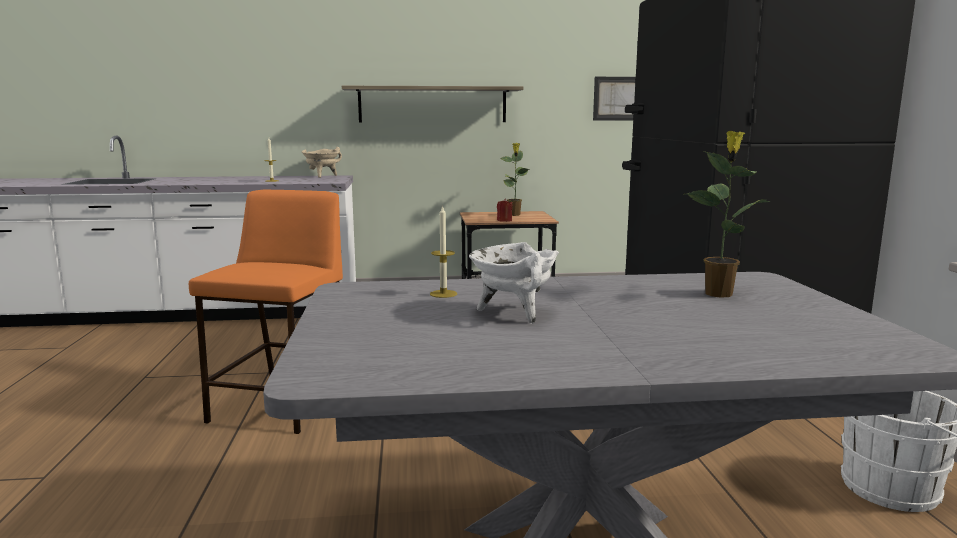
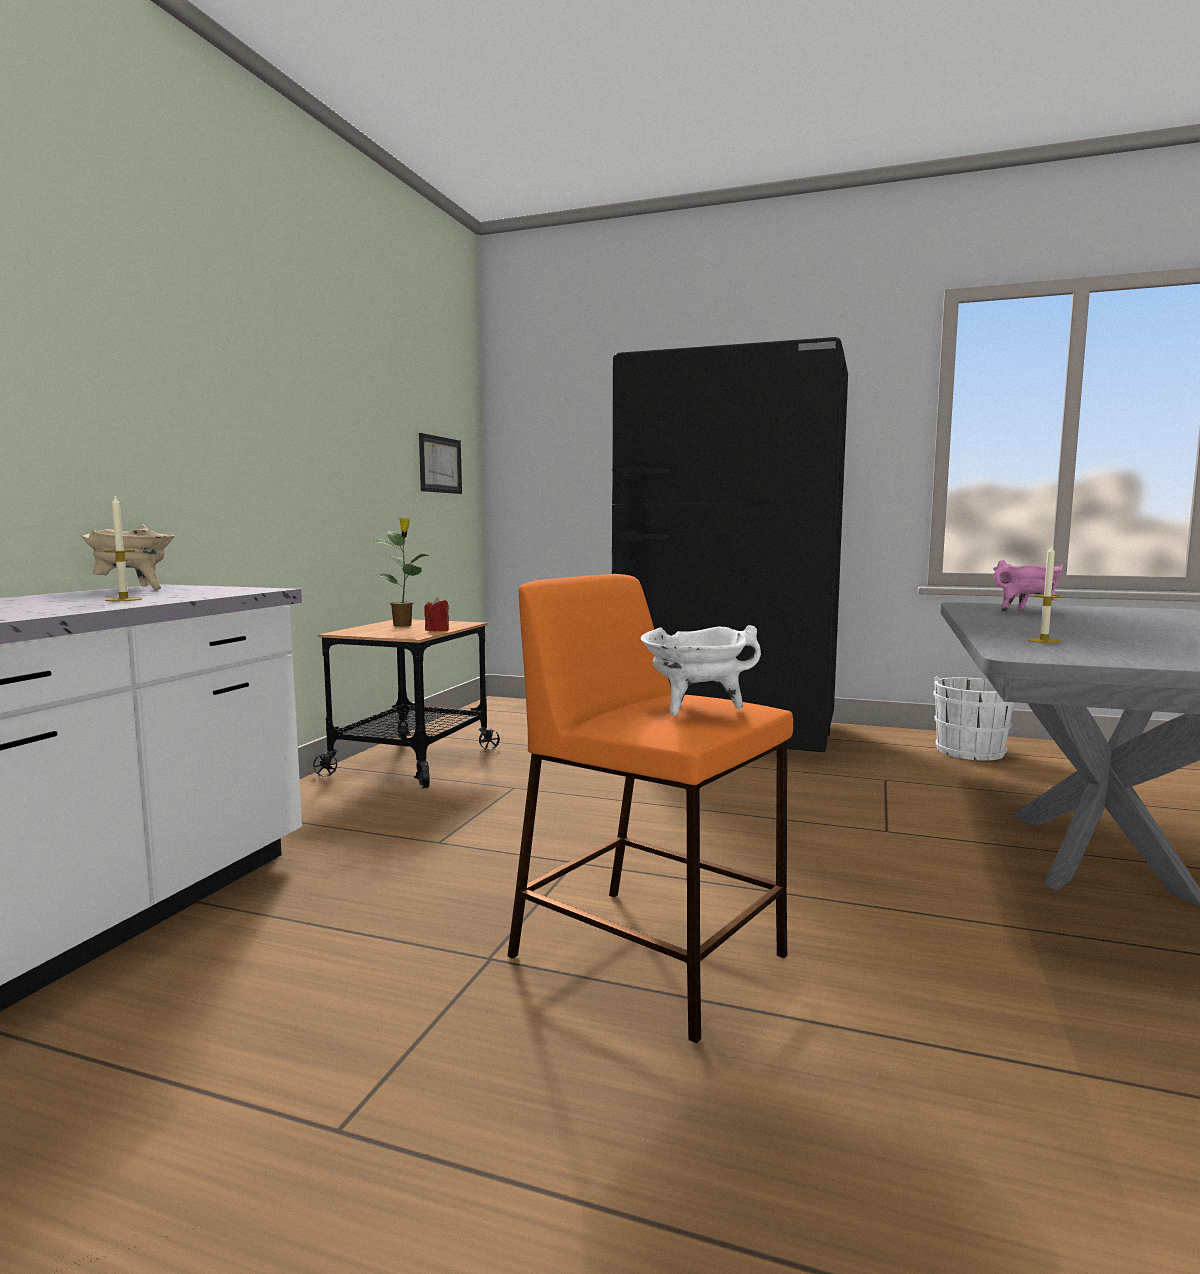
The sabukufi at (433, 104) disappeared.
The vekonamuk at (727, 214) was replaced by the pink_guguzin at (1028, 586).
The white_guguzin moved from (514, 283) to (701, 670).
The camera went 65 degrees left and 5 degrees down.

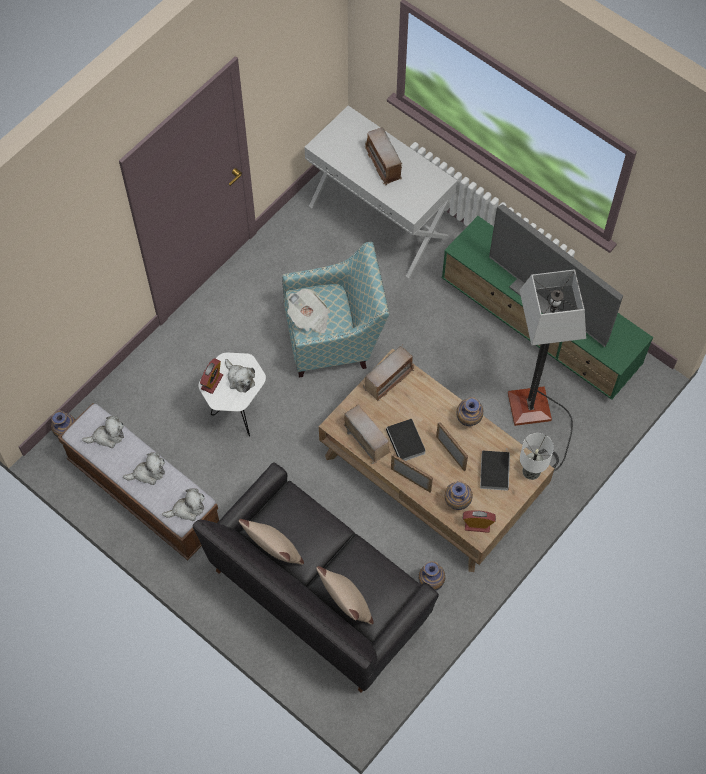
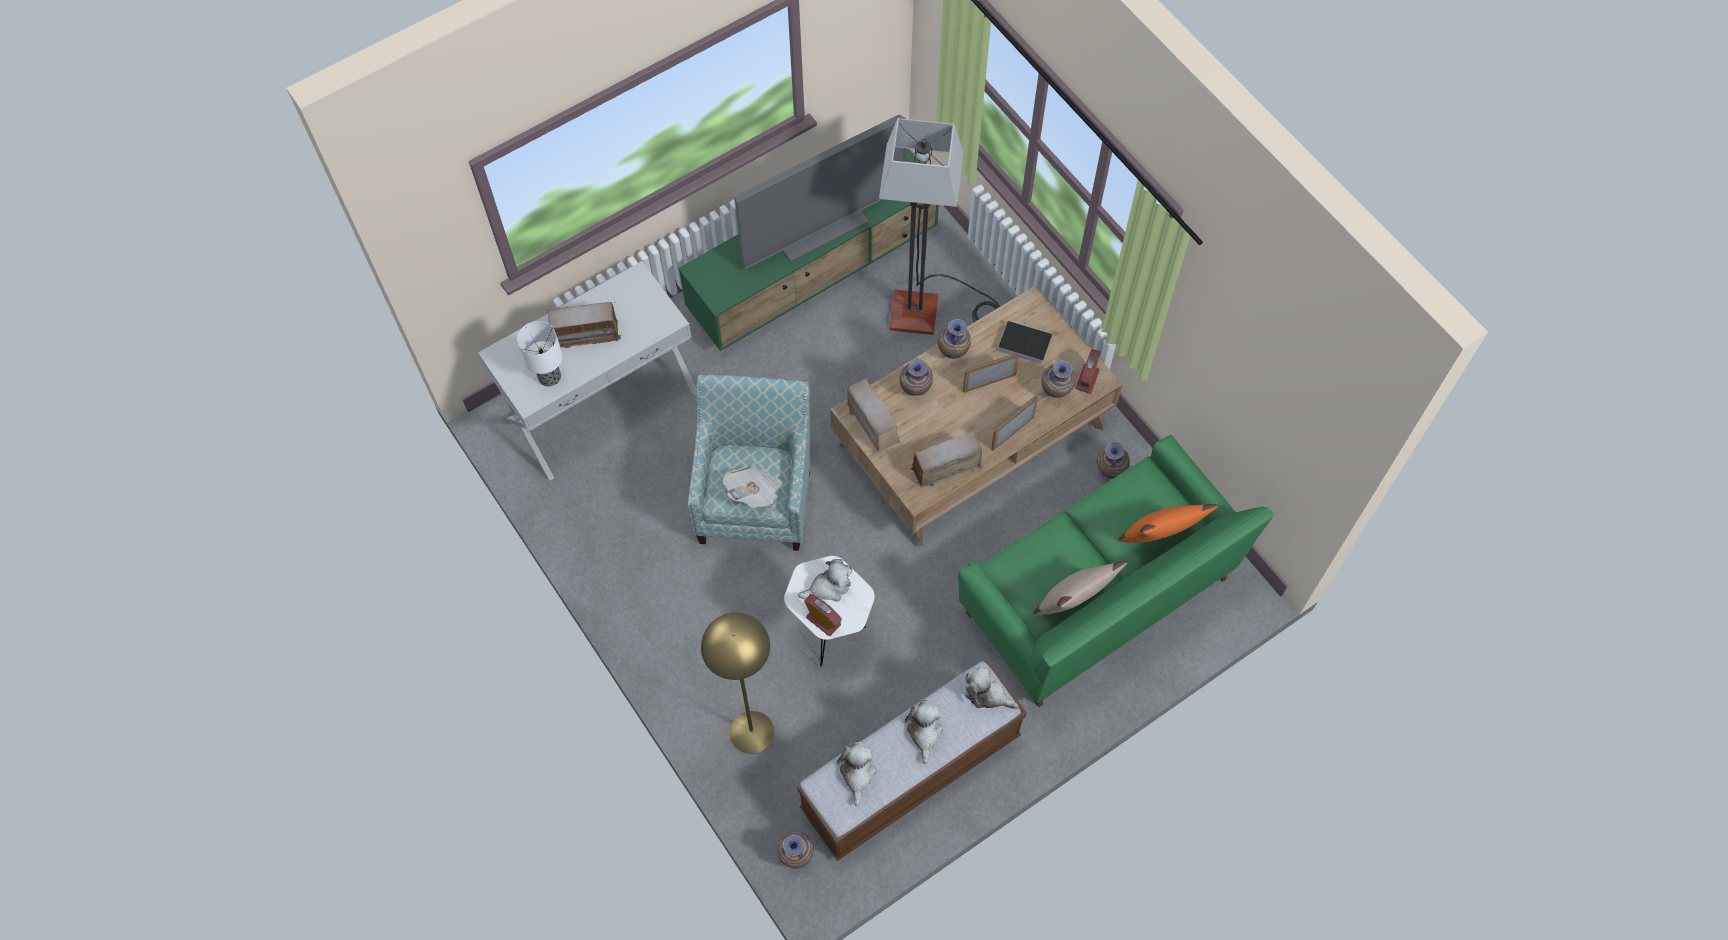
The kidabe at (406, 440) disappeared.
The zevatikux moved from (537, 456) to (539, 354).
The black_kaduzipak at (316, 577) became the green_kaduzipak at (1116, 571).
The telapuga at (183, 504) turned 60 degrees counterclockwise.
The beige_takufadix at (345, 595) became the orange_takufadix at (1168, 523).
The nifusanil at (916, 377) appeared.
The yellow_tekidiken at (737, 683) appeared.
The camera went 75 degrees left and 0 degrees up.

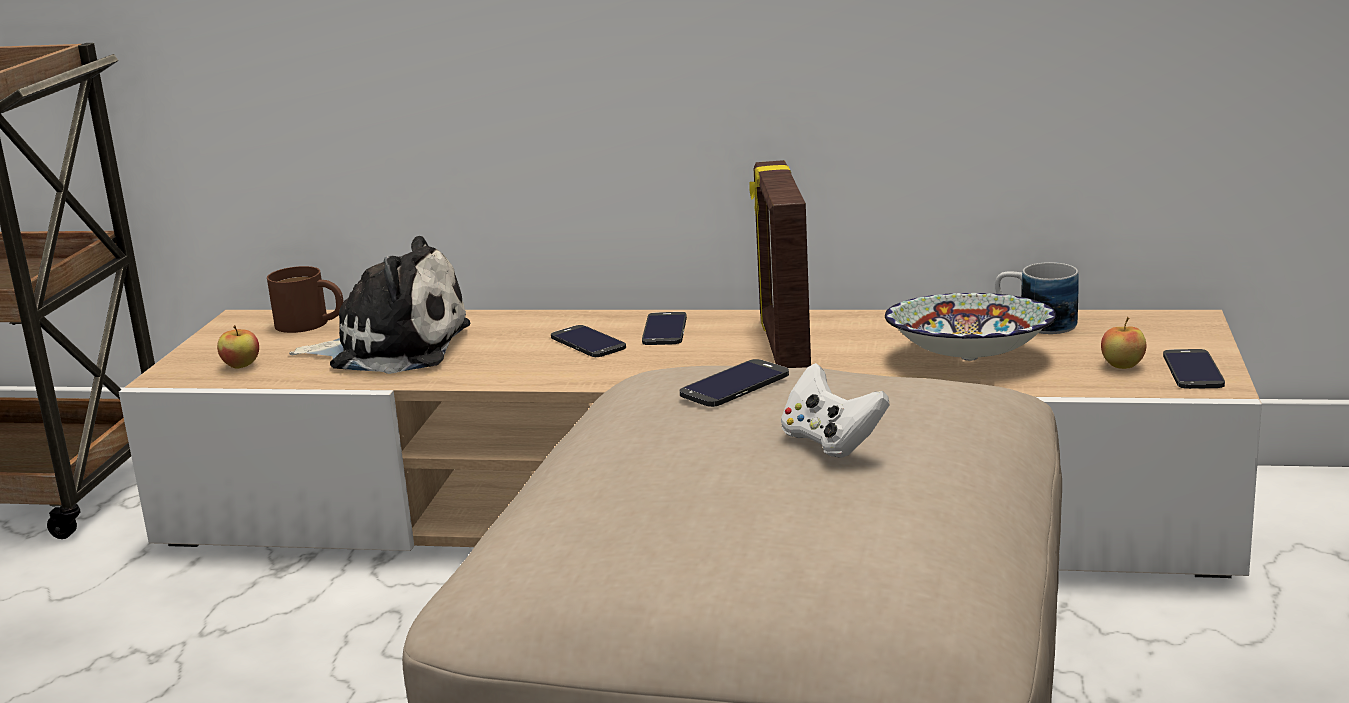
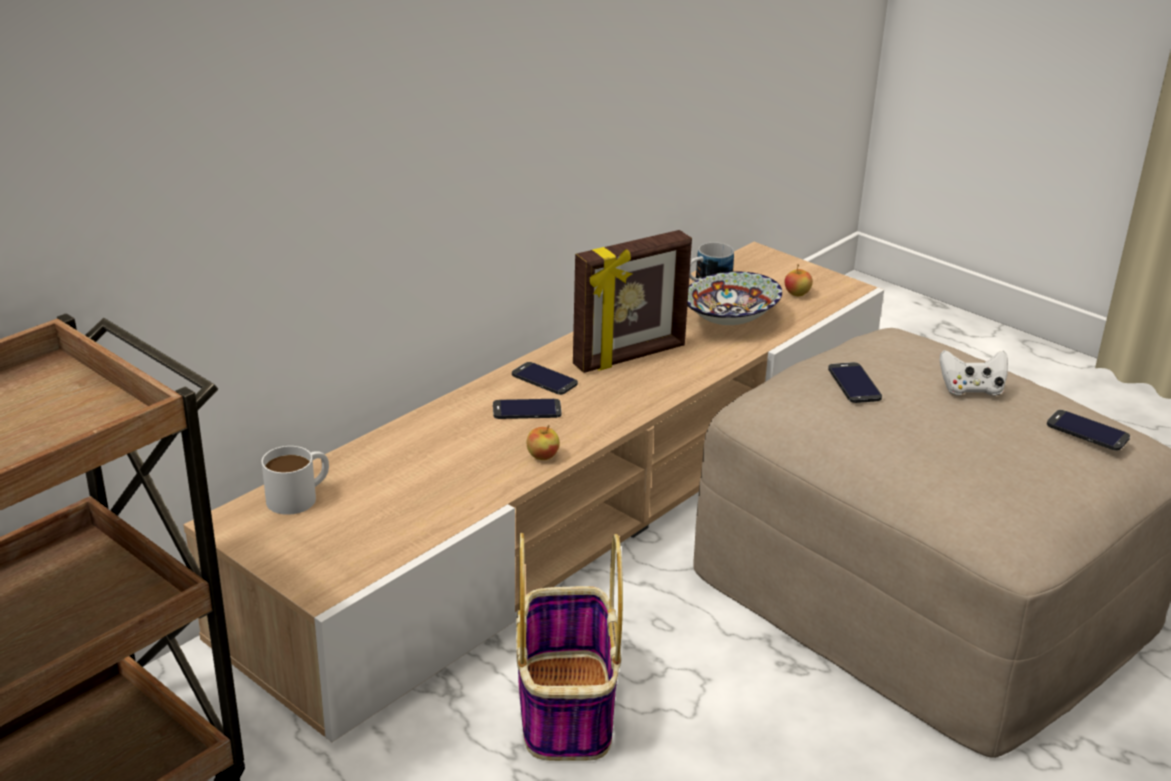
The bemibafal at (780, 264) turned 60 degrees counterclockwise.
The telapuga at (379, 305) disappeared.
The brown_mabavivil at (305, 299) became the white_mabavivil at (295, 480).
The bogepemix moved from (238, 347) to (543, 442).
The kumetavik moved from (1194, 369) to (1088, 430).
The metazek at (569, 647) appeared.
The camera went 60 degrees left and 10 degrees up.

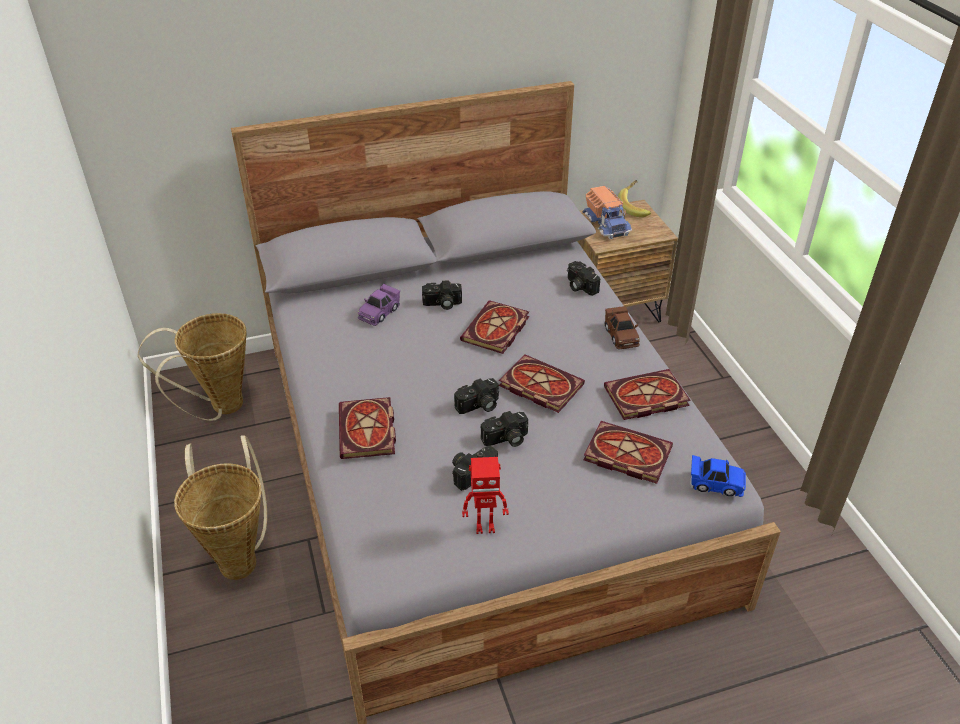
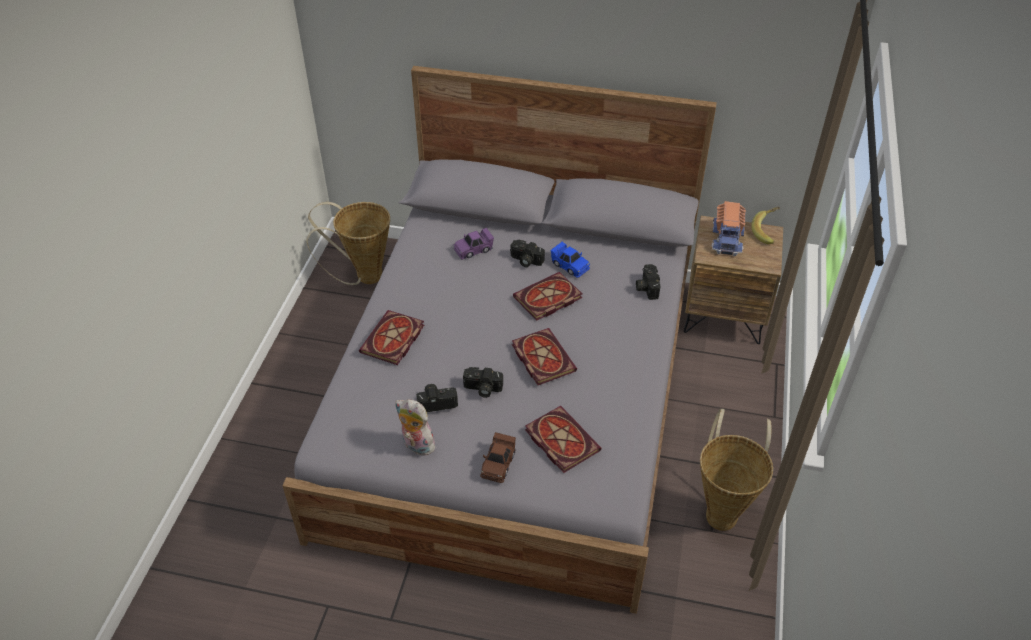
The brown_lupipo moved from (622, 327) to (498, 457).
The kidabe at (647, 394) disappeared.
The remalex at (476, 396) disappeared.
The metazek moved from (220, 507) to (736, 470).
The blue_lupipo moved from (718, 476) to (570, 260).
The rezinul at (485, 495) was replaced by the telapuga at (415, 427).
The camera went 30 degrees right and 5 degrees up.

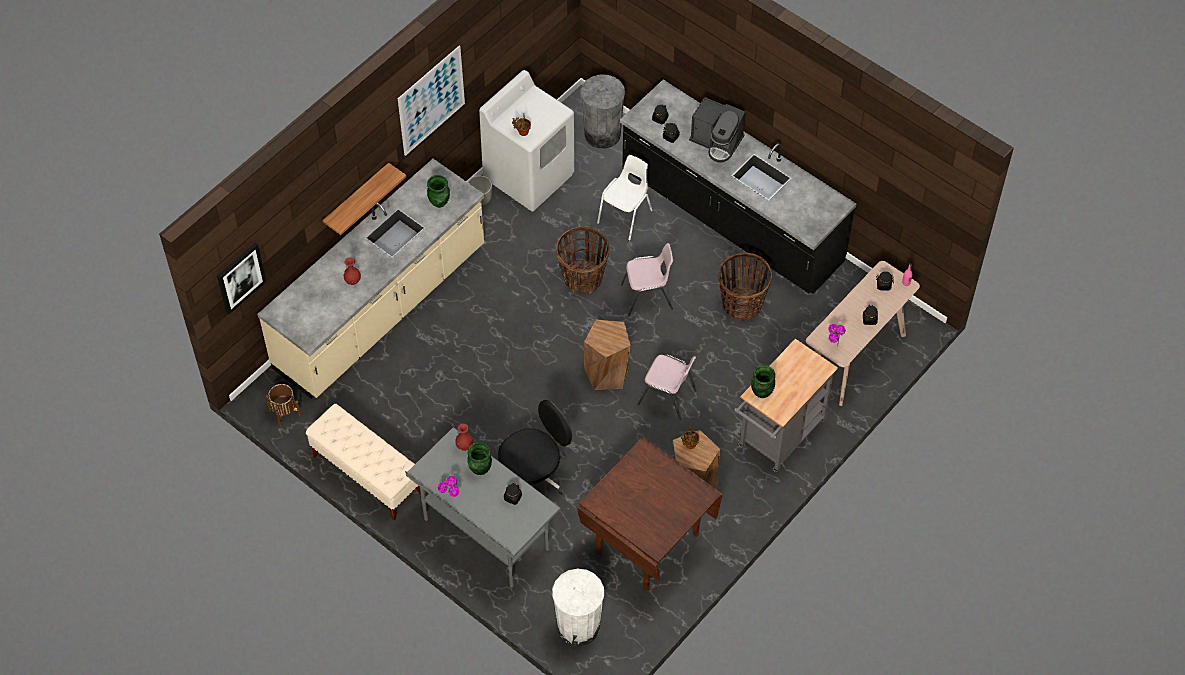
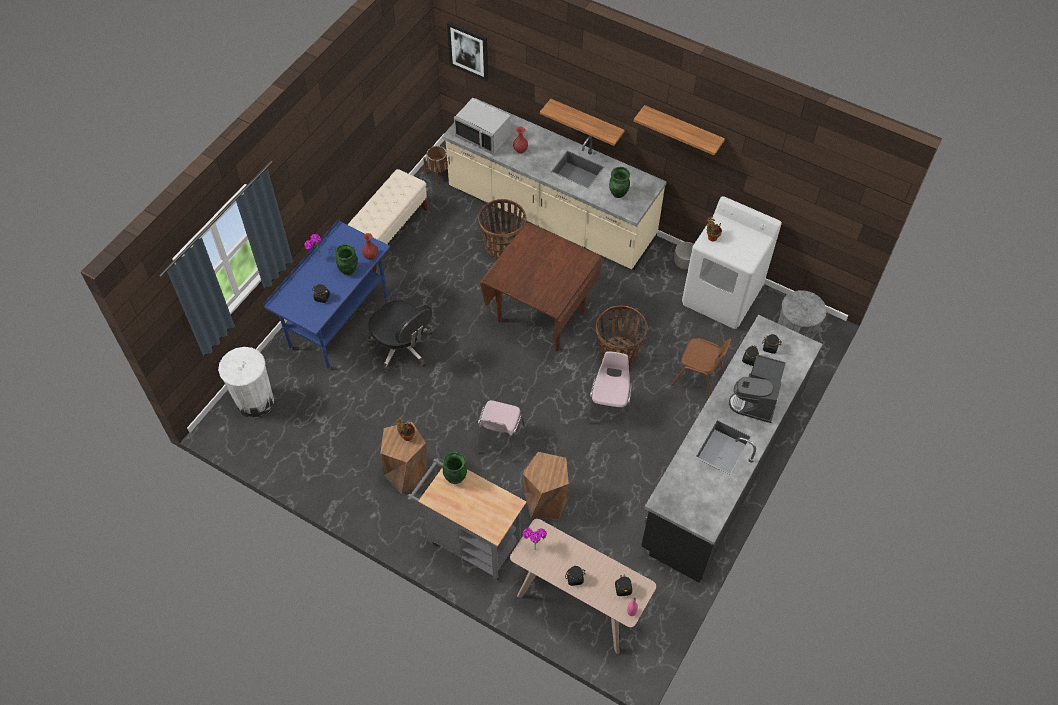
The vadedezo at (431, 100) was replaced by the sabukufi at (679, 130).
The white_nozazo at (624, 198) became the brown_nozazo at (701, 366).
The pink_nozazo at (647, 280) turned 150 degrees counterclockwise.
The metazek moved from (745, 287) to (502, 229).
The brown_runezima moved from (607, 355) to (546, 486).
The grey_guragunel at (483, 507) became the blue_guragunel at (326, 294).
The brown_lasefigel moved from (650, 514) to (542, 286).
The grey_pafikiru at (482, 126) appeared.
The camera went 80 degrees right and 0 degrees up.

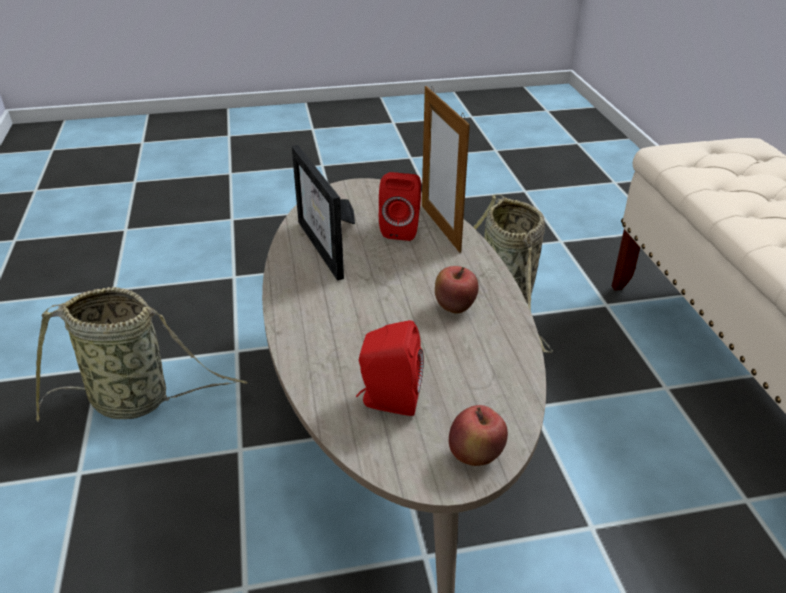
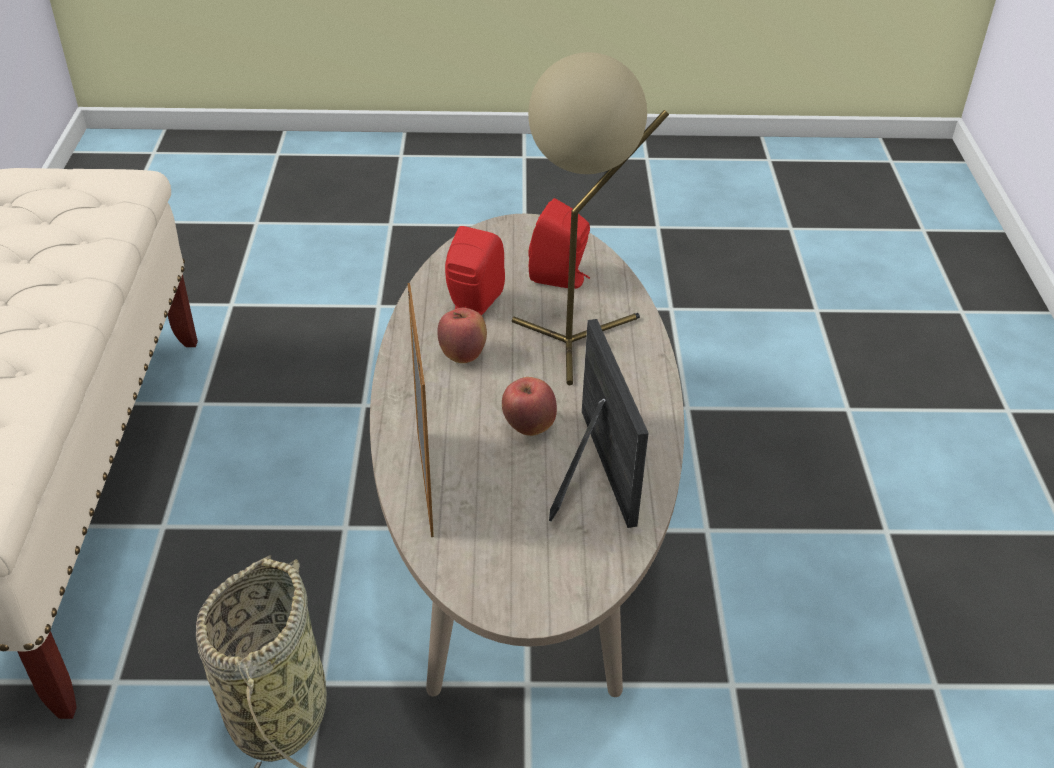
The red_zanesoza moved from (400, 206) to (475, 270).
The metazek at (141, 354) disappeared.
The bogepemix moved from (478, 435) to (529, 406).
The beige_zevatikux at (590, 218) appeared.
The camera went 170 degrees left and 5 degrees up.

